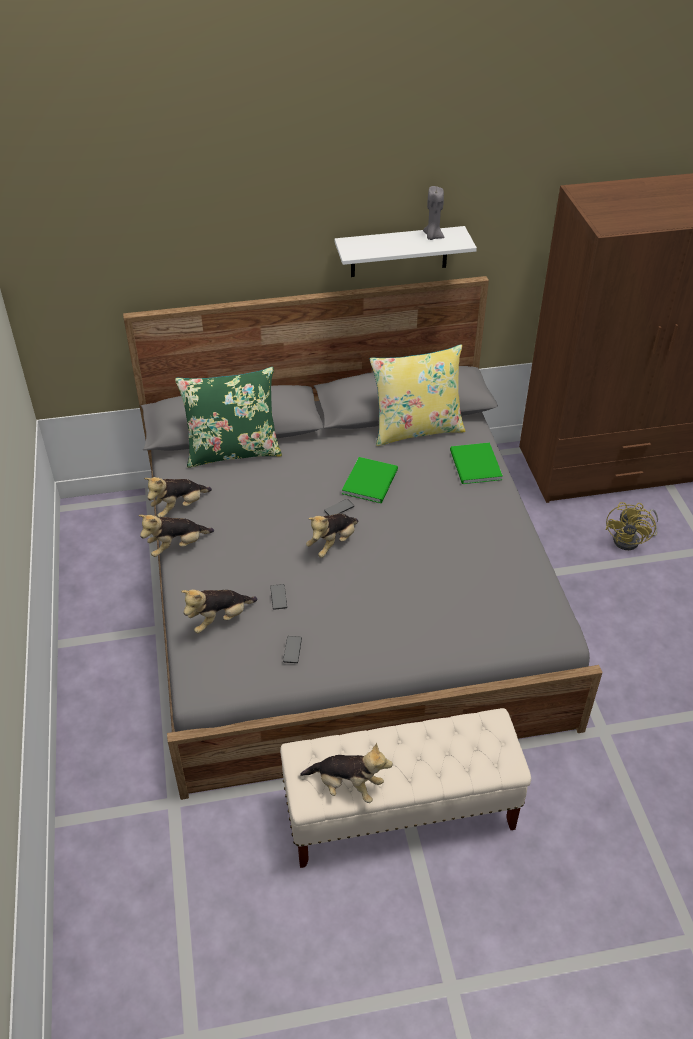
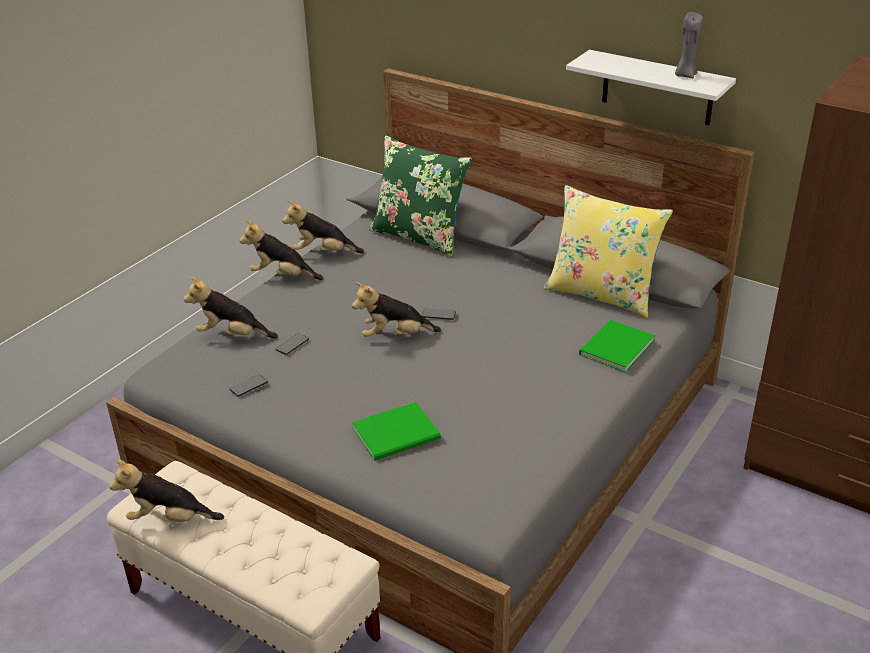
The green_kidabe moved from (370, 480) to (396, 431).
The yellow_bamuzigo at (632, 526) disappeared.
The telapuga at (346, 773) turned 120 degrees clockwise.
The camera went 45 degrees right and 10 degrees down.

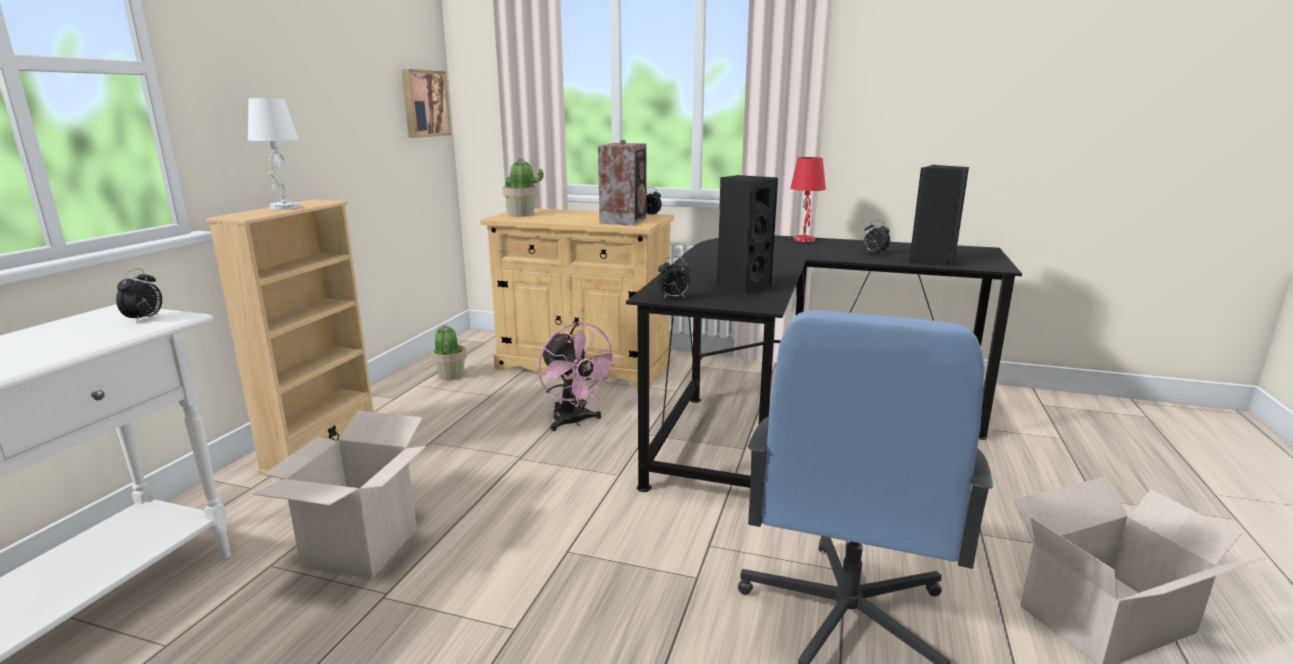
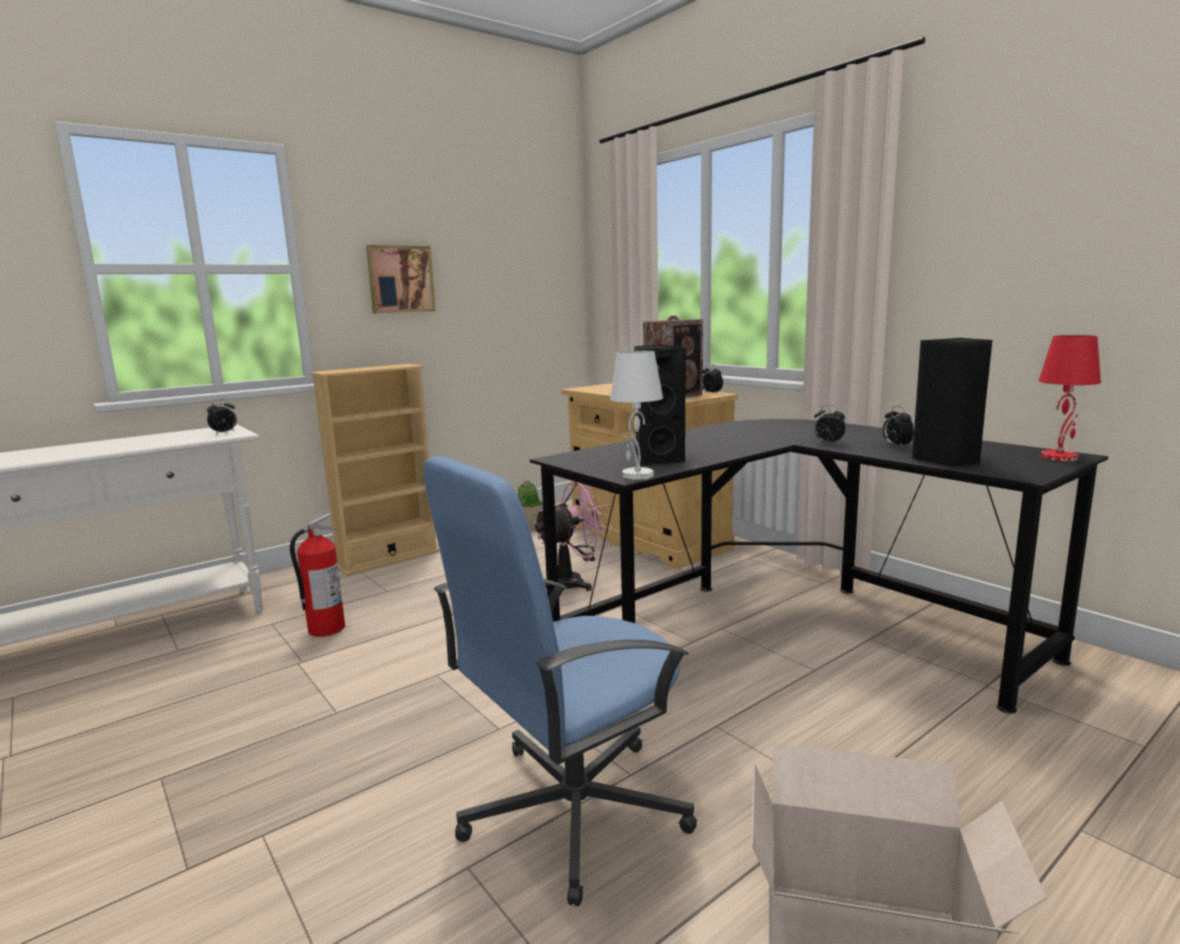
The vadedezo moved from (426, 103) to (401, 279).
The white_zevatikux moved from (274, 154) to (636, 415).
The red_zevatikux moved from (808, 199) to (1069, 398).
The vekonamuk at (523, 187) disappeared.
The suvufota moved from (674, 278) to (830, 425).
The pink_bamuzigo at (579, 376) turned 120 degrees counterclockwise.
The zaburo at (339, 495) was replaced by the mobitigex at (317, 575).
The camera went 35 degrees right and 5 degrees down.

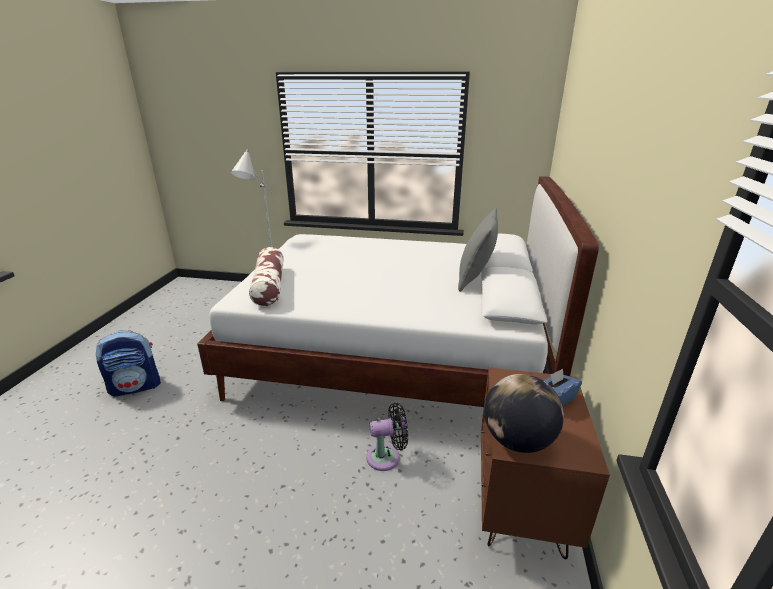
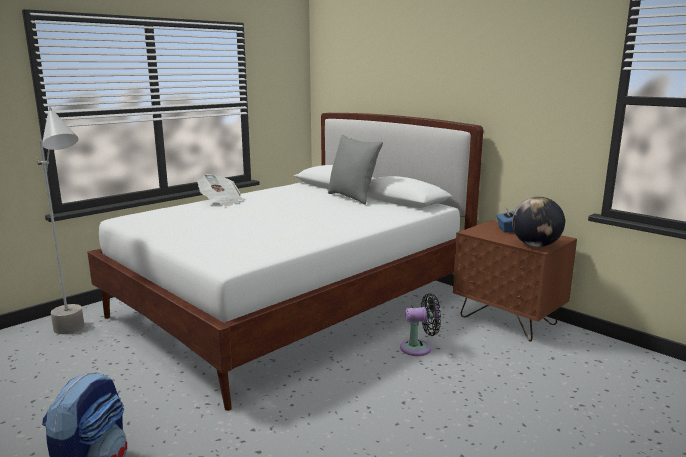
The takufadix at (266, 276) disappeared.
The black_bamuzigo at (387, 437) turned 60 degrees clockwise.
The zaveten at (220, 190) appeared.
The camera went 55 degrees left and 10 degrees down.

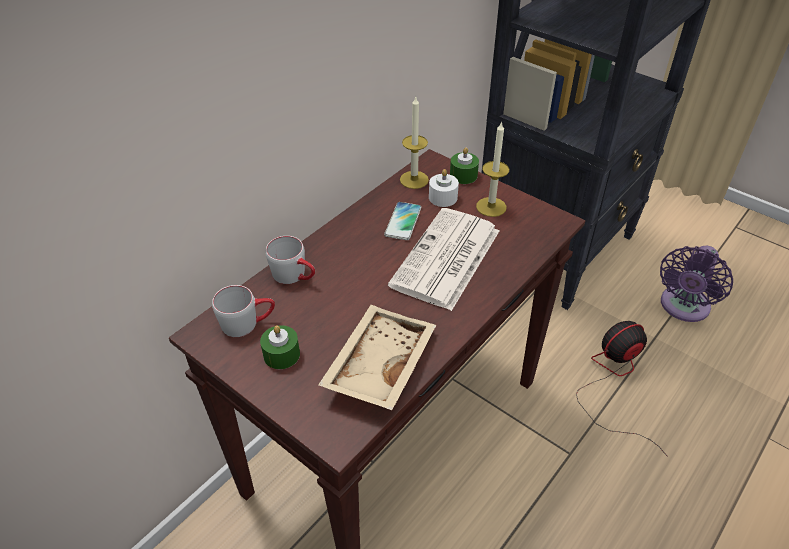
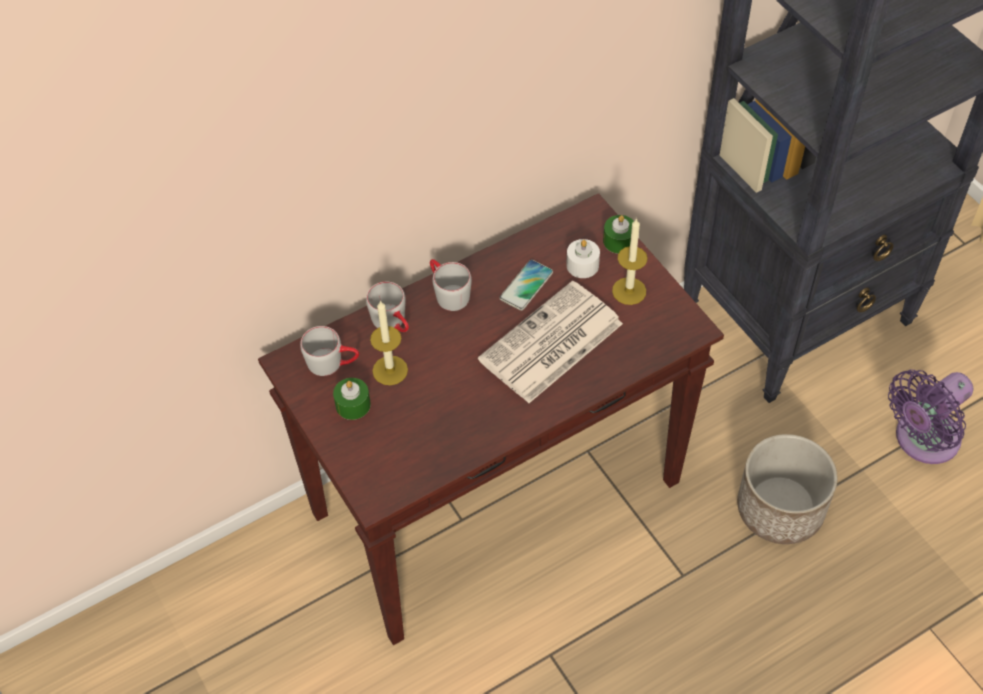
The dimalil moved from (414, 143) to (389, 342).
The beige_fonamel at (377, 357) disappeared.
The bamuzigo at (622, 389) was replaced by the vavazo at (787, 489).
The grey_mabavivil at (451, 285) appeared.
The camera went 20 degrees right and 10 degrees up.

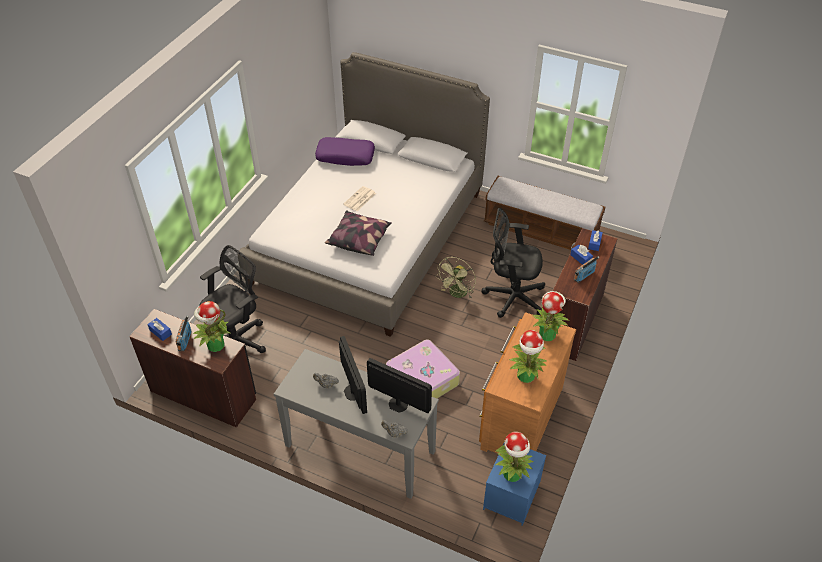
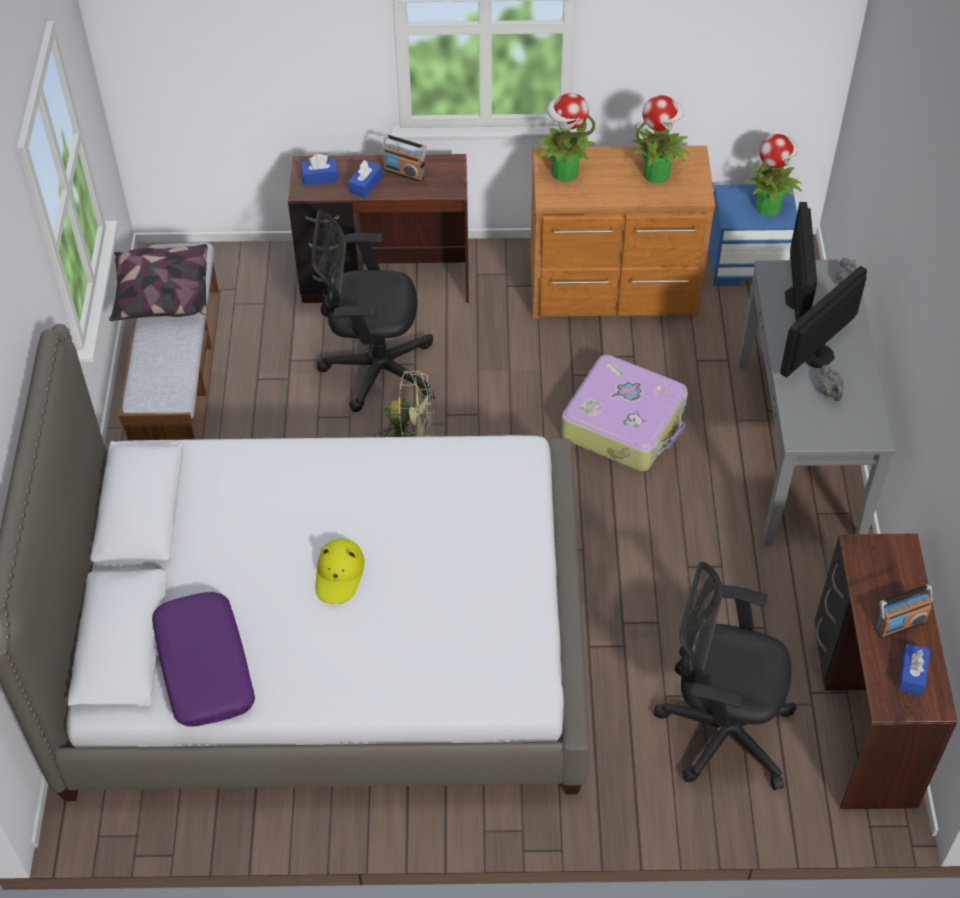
The zaveten at (359, 198) was replaced by the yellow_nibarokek at (340, 571).
The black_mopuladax at (513, 263) turned 105 degrees clockwise.
The takufadix moved from (358, 233) to (158, 282).
The vekonamuk at (211, 326) disappeared.
The camera went 115 degrees left and 5 degrees up.

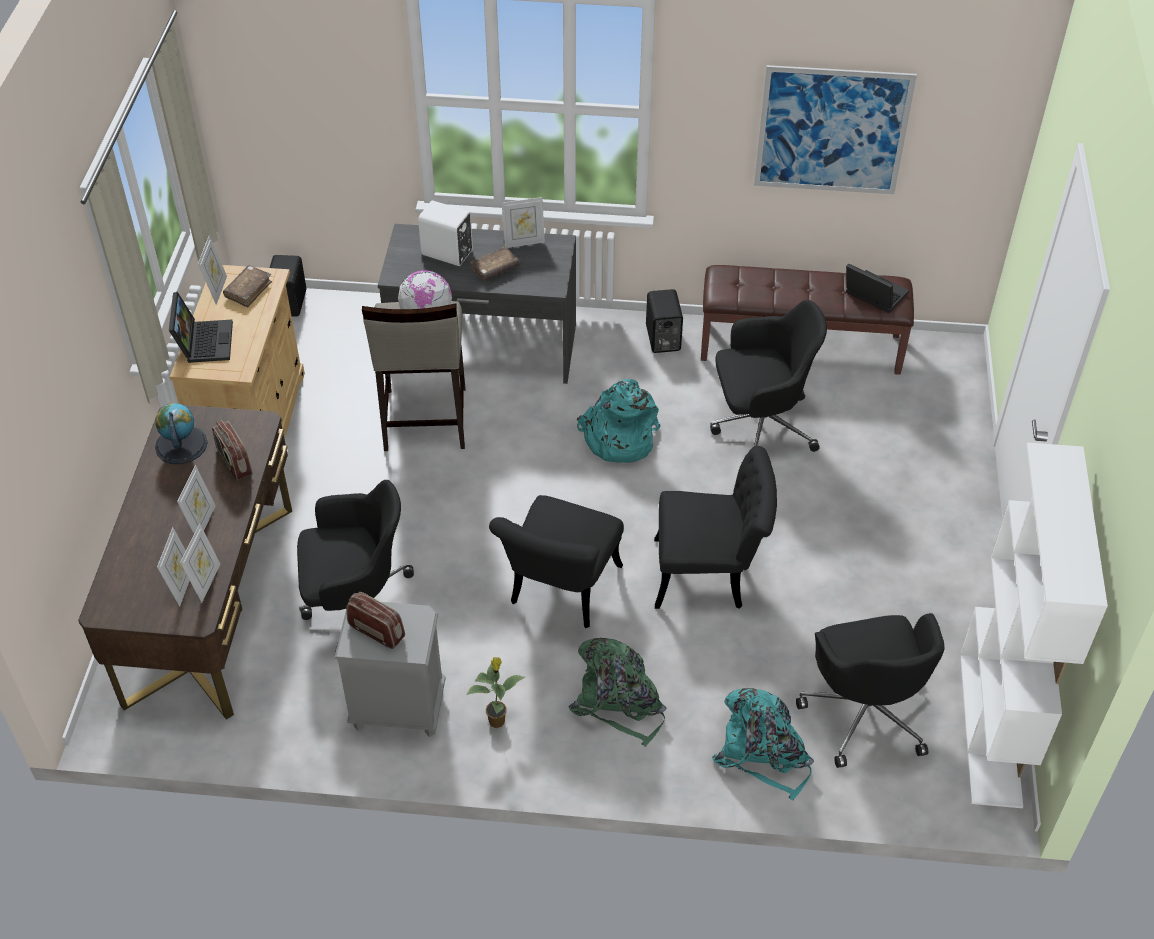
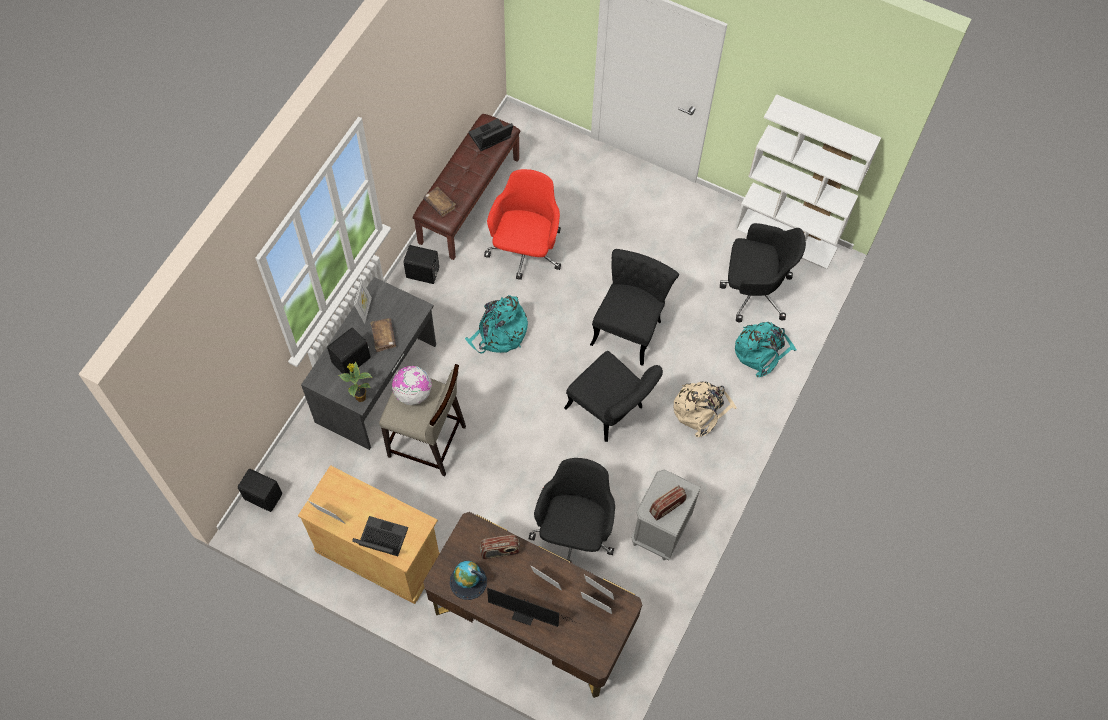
The vadedezo at (835, 129) disappeared.
The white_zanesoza at (445, 233) became the black_zanesoza at (349, 350).
The brown_kidabe moved from (247, 286) to (439, 202).
The black_mopuladax at (768, 376) became the red_mopuladax at (522, 224).
The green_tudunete at (617, 692) became the beige_tudunete at (705, 409).
The vekonamuk moved from (495, 692) to (355, 382).
The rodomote at (534, 607) appeared.
The camera went 70 degrees left and 15 degrees up.

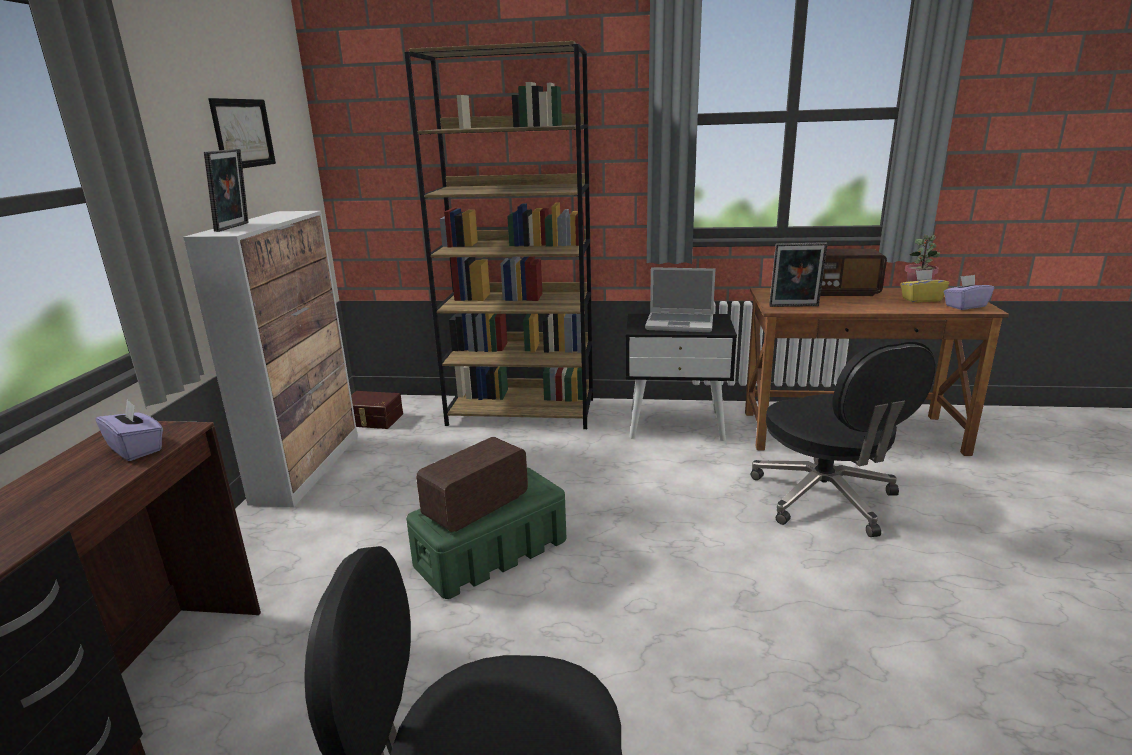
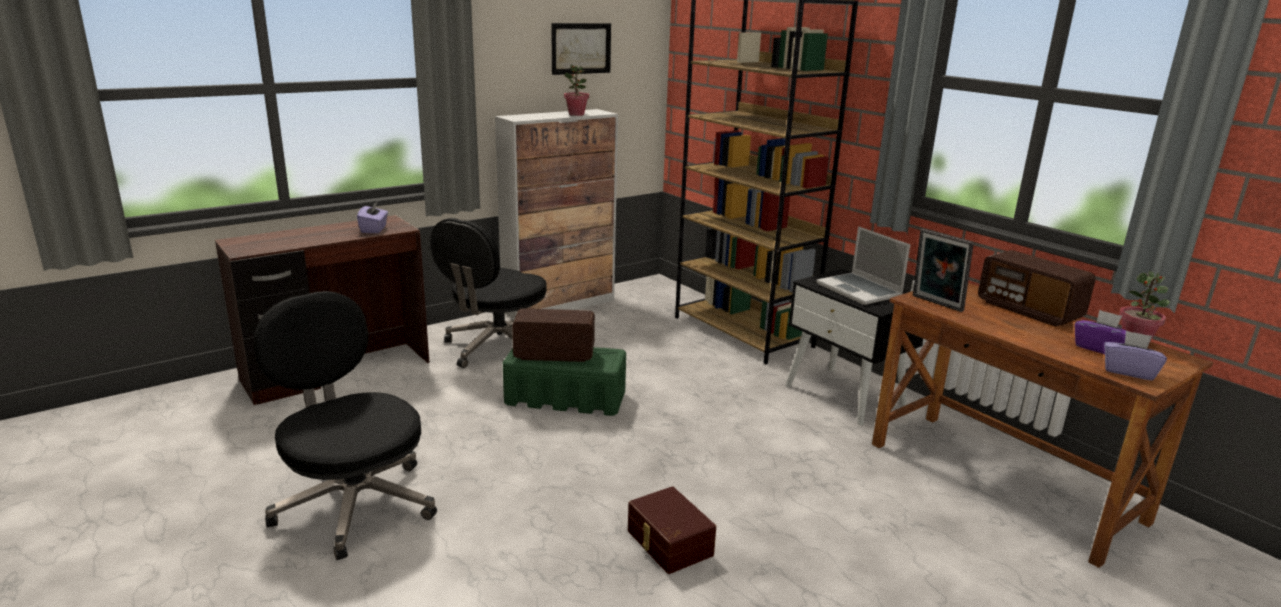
The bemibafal at (226, 190) disappeared.
The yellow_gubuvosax at (924, 286) became the purple_gubuvosax at (1100, 332).
The black_mopuladax moved from (843, 438) to (488, 293).
The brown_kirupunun moved from (377, 410) to (672, 530).
The vekonamuk at (576, 90) appeared.
The camera went 45 degrees right and 0 degrees up.

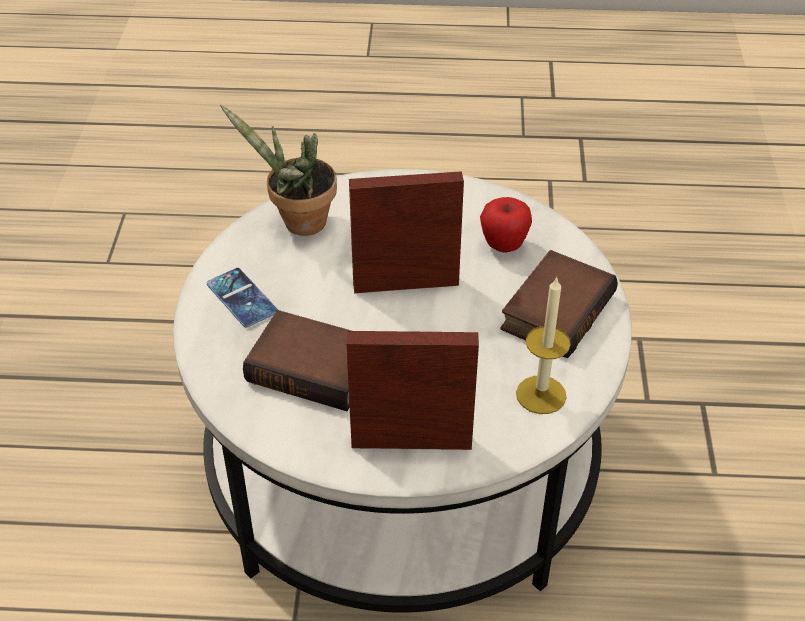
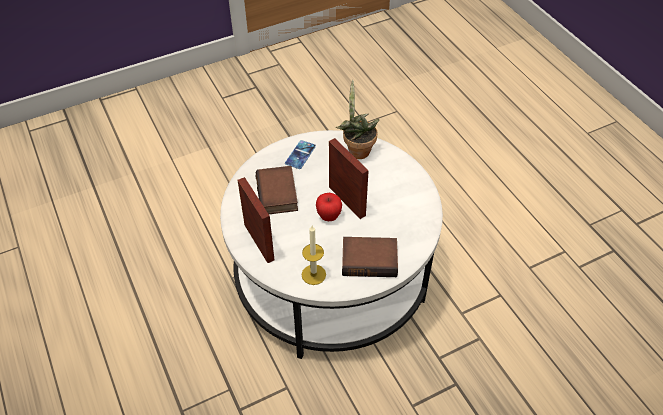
The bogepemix moved from (506, 224) to (329, 207).
The camera went 60 degrees right and 5 degrees up.

